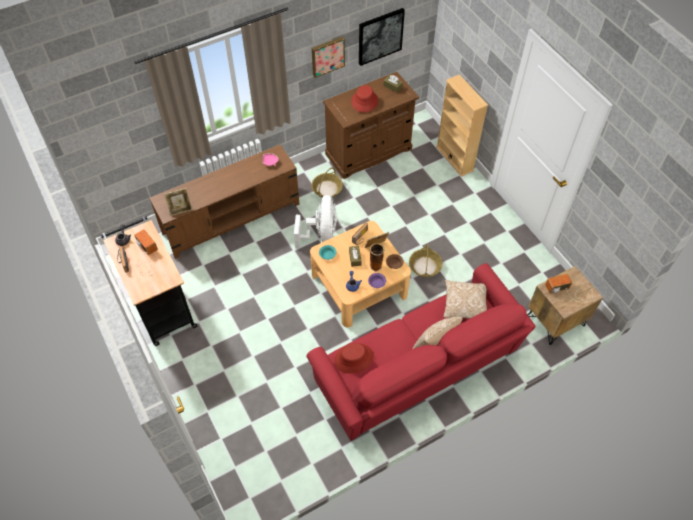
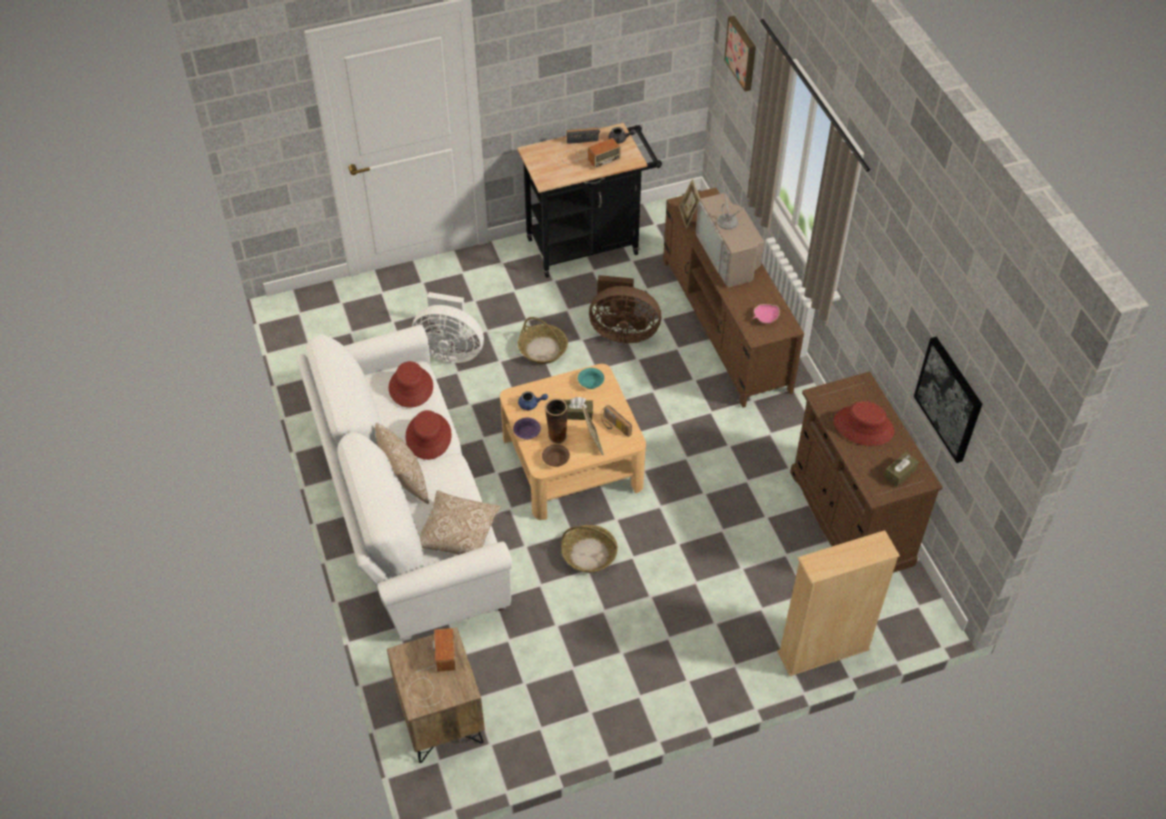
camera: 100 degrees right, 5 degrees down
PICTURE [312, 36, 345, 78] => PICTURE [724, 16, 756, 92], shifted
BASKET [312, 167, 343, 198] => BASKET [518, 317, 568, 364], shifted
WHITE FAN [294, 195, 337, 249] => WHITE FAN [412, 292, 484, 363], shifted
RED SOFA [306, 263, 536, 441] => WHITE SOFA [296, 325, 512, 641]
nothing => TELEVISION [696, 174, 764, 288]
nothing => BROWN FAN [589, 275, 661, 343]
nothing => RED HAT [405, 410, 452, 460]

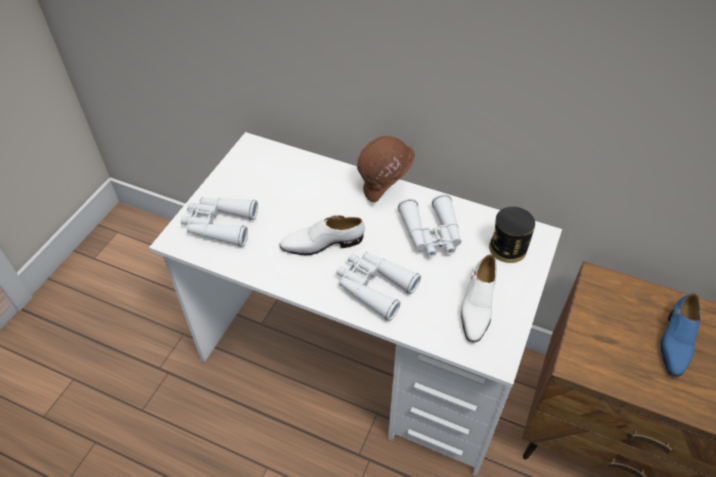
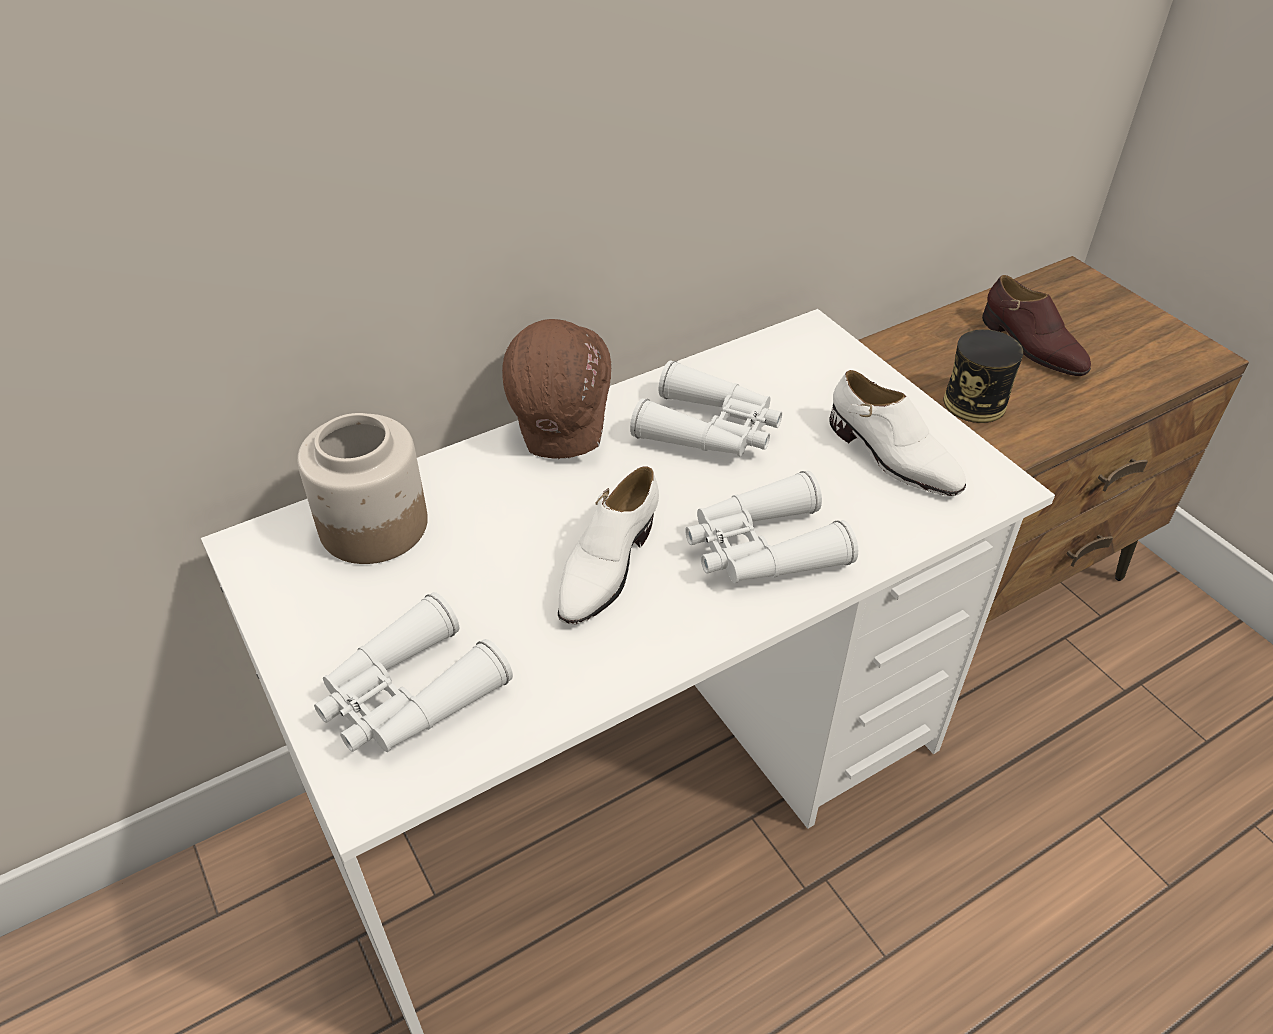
camera: 55 degrees left, 5 degrees down
CAN [489, 207, 535, 263] => CAN [944, 329, 1023, 423], shifted
BLUE SHOE [660, 293, 700, 377] => BROWN SHOE [982, 275, 1091, 376]
nothing => JAR [297, 413, 428, 564]

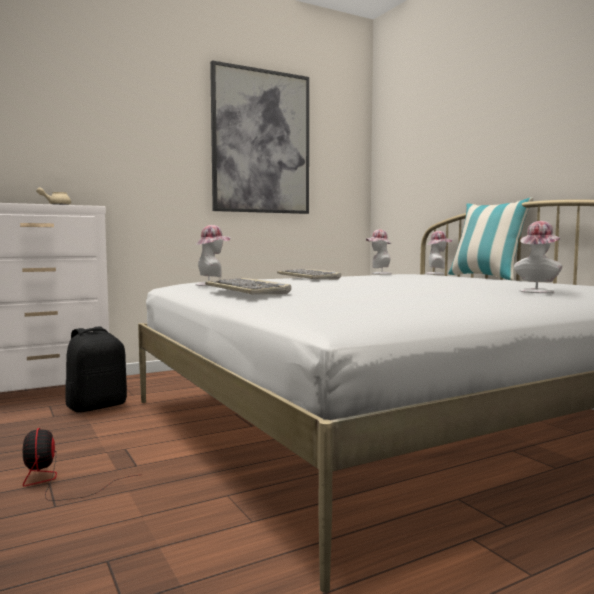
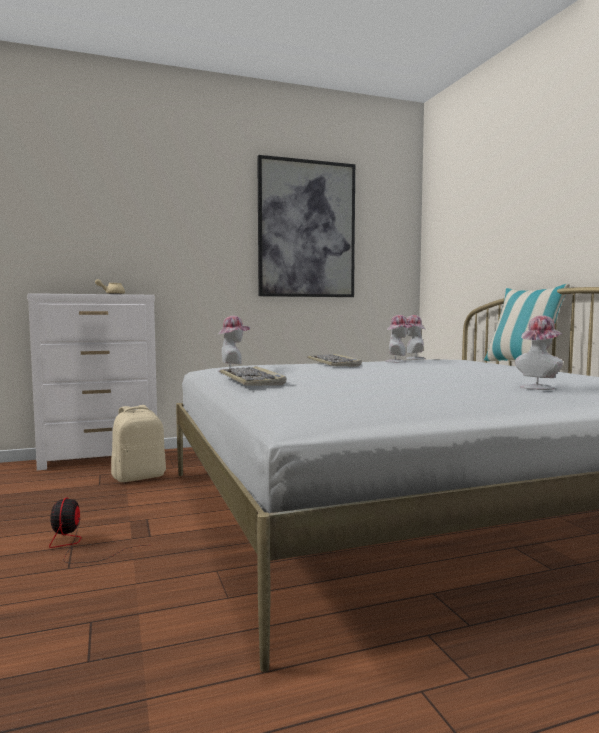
camera: 10 degrees right, 0 degrees up
HAT [425, 231, 453, 275] => HAT [385, 315, 414, 363], shifted
BLACK BACKPACK [65, 326, 127, 413] => BEIGE BACKPACK [111, 405, 166, 482]

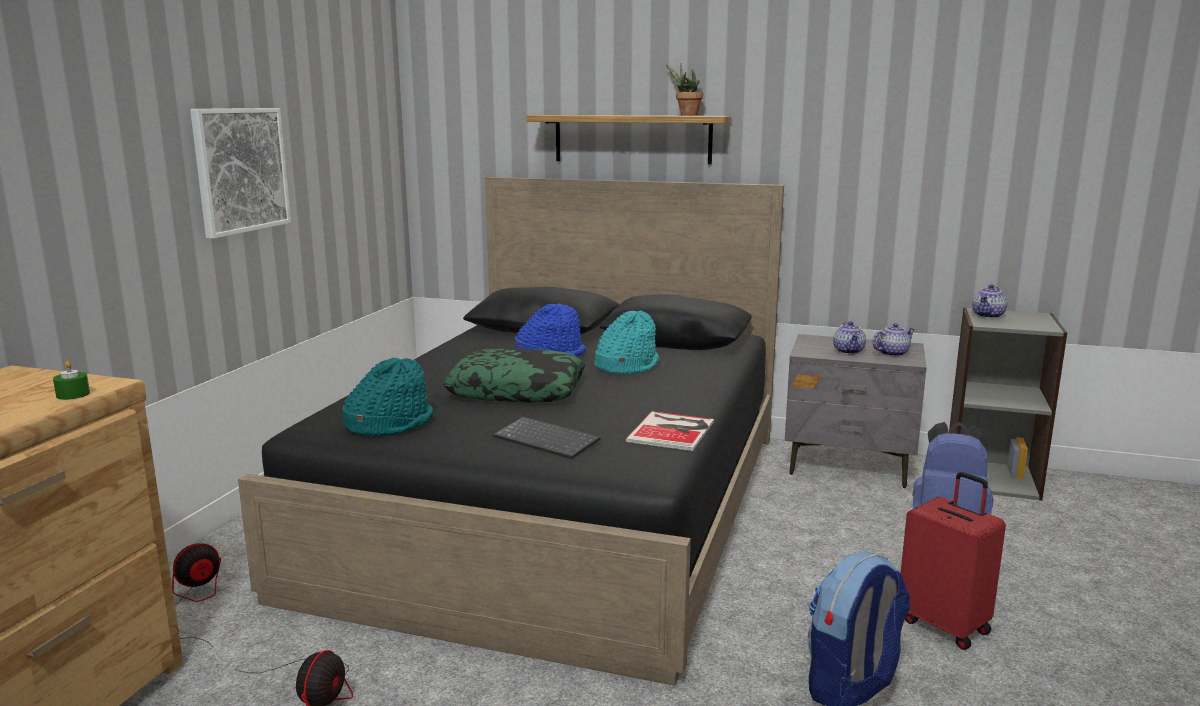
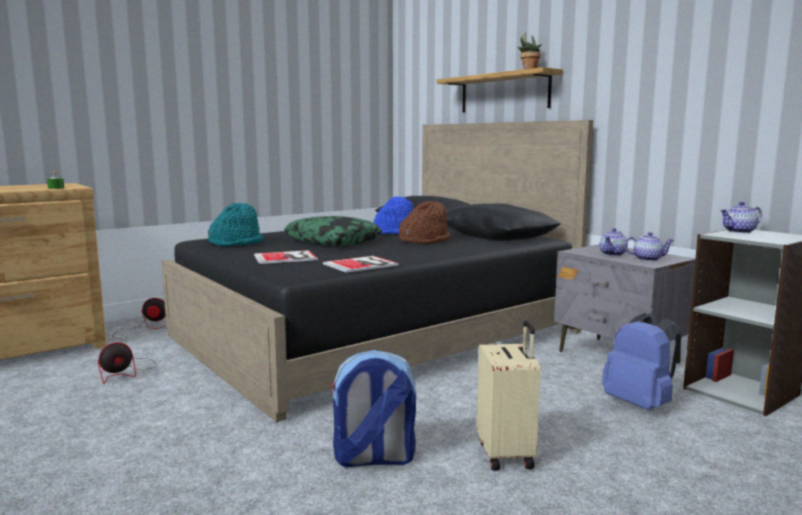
camera: 35 degrees right, 5 degrees down
PICTURE [190, 108, 291, 239] => nothing
TURQUOISE HAT [594, 311, 659, 374] => BROWN HAT [399, 201, 451, 244]
KEYBOARD [493, 417, 601, 459] => BOOK [254, 250, 318, 264]
RED SUITCASE [901, 472, 1006, 650] => BEIGE SUITCASE [477, 320, 541, 471]

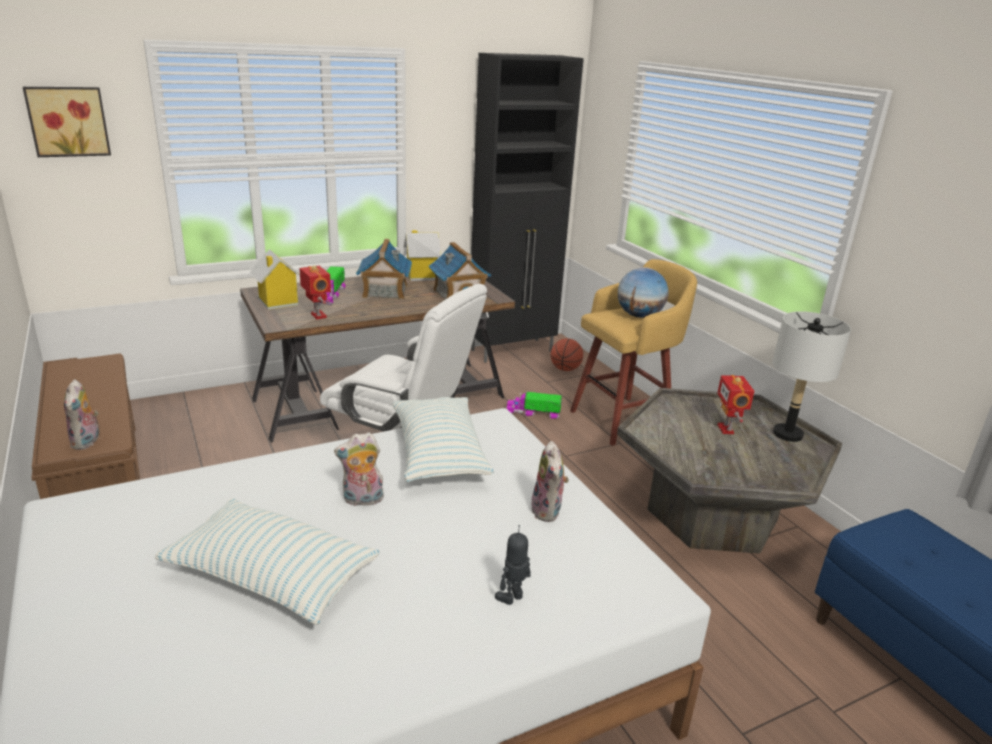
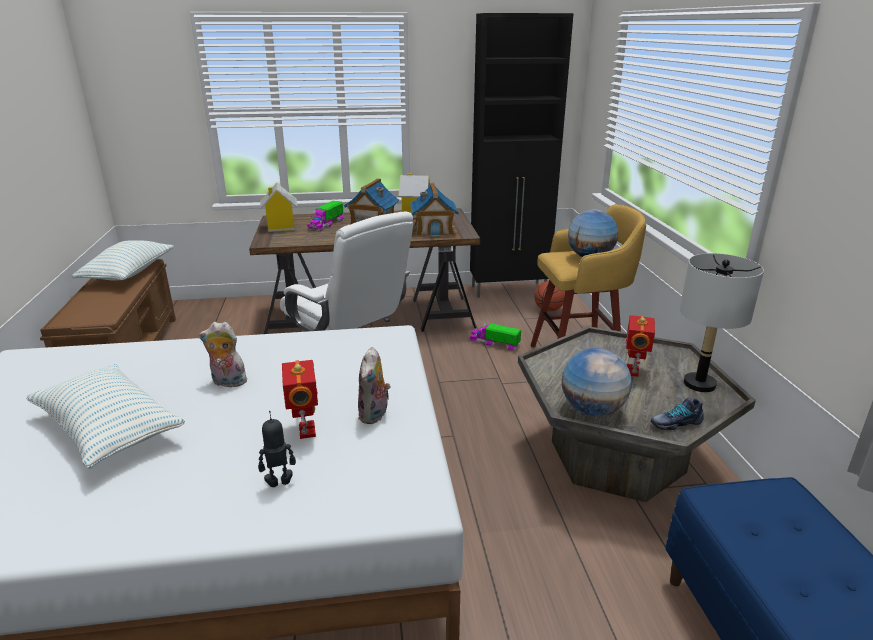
camera: 20 degrees right, 0 degrees up
PICTURE [23, 87, 111, 157] => nothing
TOY ROBOT [299, 265, 331, 319] => TOY ROBOT [282, 360, 318, 439], shifted
PLUSH TOY [64, 379, 99, 450] => nothing
PILLOW [392, 397, 494, 482] => PILLOW [72, 240, 174, 281], shifted
nothing => GLOBE [562, 348, 631, 416]
nothing => SHOE [651, 398, 704, 430]

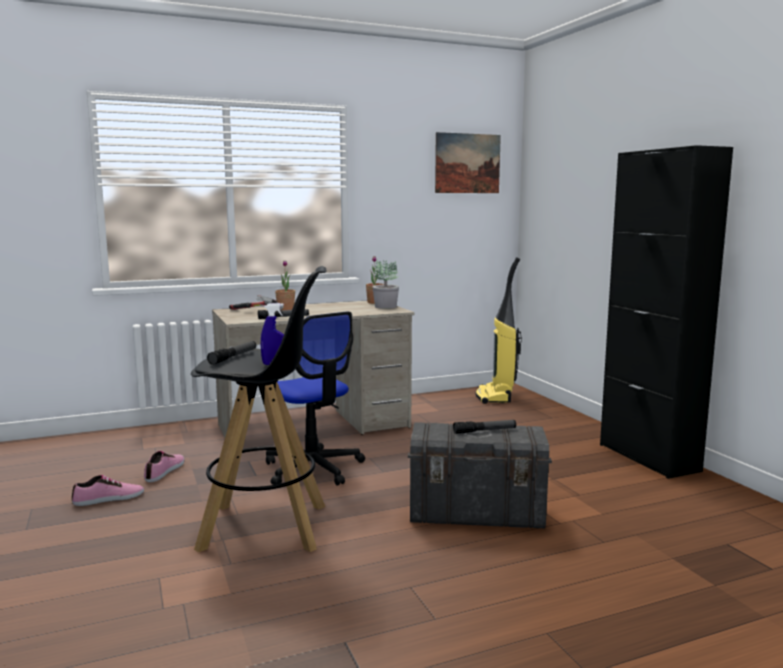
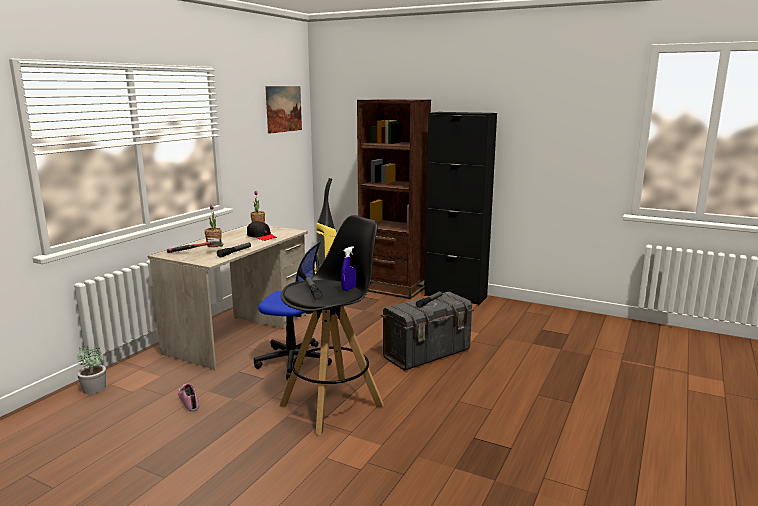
camera: 40 degrees left, 5 degrees up
POTTED PLANT [372, 260, 399, 309] => POTTED PLANT [77, 346, 106, 394], shifted
SHOE [72, 475, 144, 506] => nothing
nothing => BROWN BOOKCASE [357, 99, 431, 299]
nothing => BLACK CAP [247, 221, 277, 241]

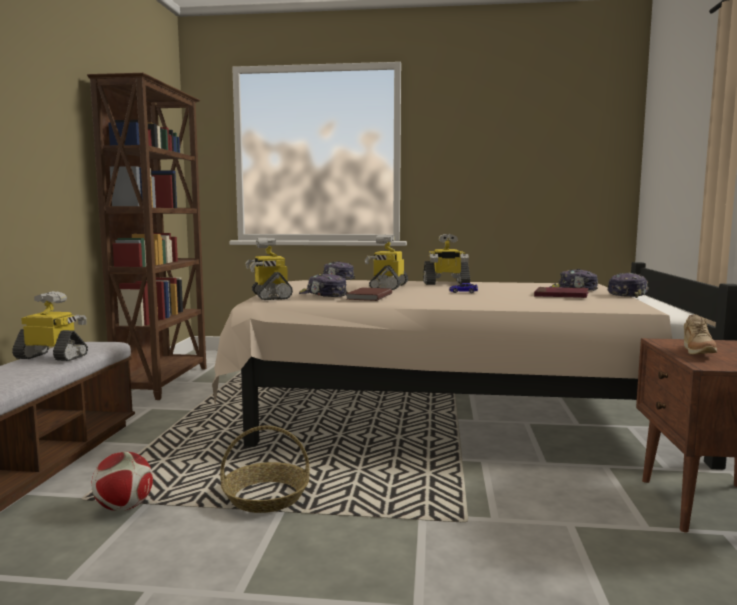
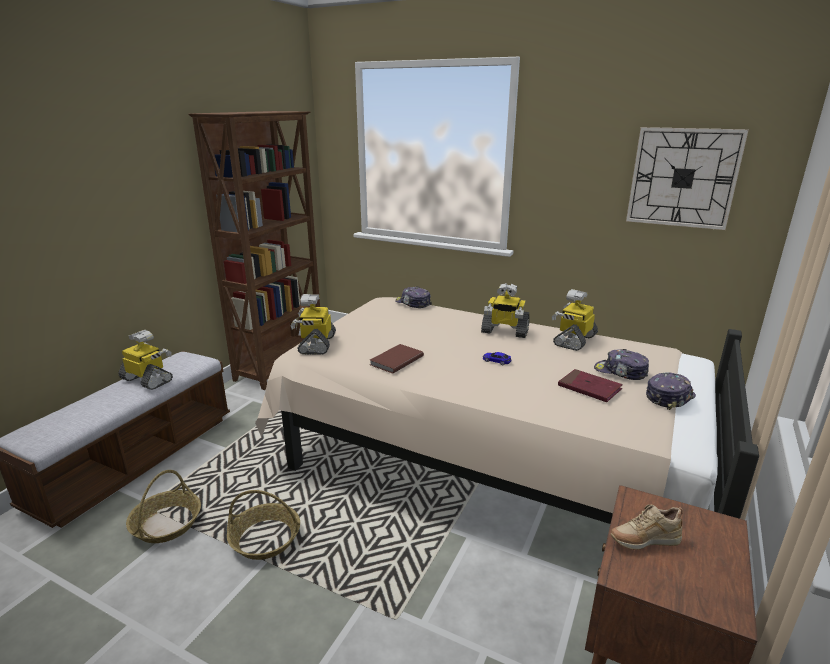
camera: 20 degrees right, 15 degrees up
TOY ROBOT [364, 235, 408, 290] => TOY ROBOT [552, 289, 598, 351], shifted
CAP [299, 273, 349, 297] => nothing
BEIGE SHOE [684, 315, 717, 355] => BEIGE SHOE [611, 504, 683, 550], 45 degrees clockwise
FOOTBALL [91, 452, 153, 511] => BASKET [126, 470, 201, 543]
nothing => WALL CLOCK [626, 127, 748, 230]

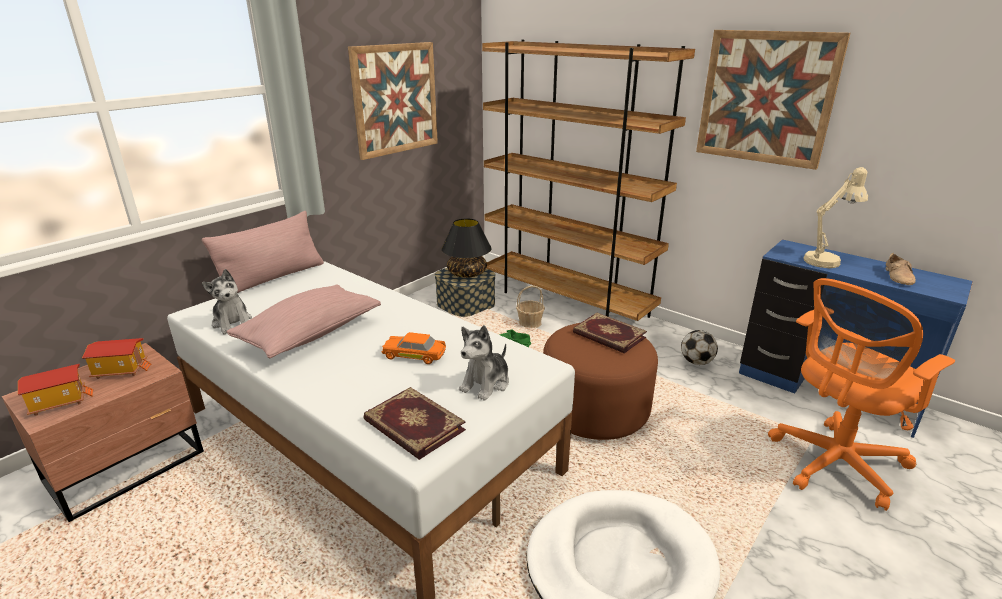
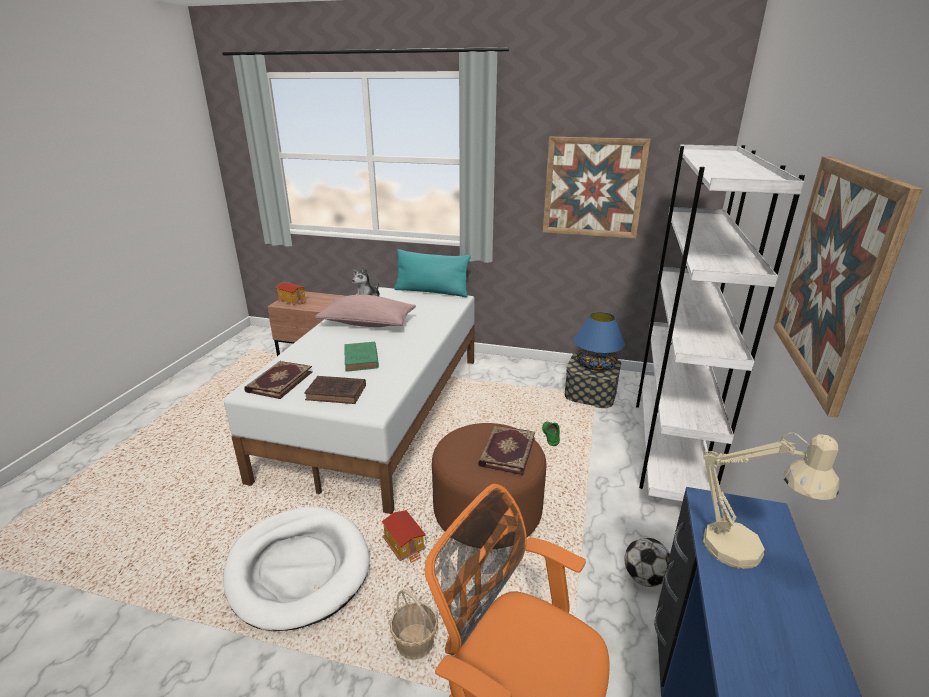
camera: 65 degrees right, 0 degrees up
BROWN BOOKCASE [482, 40, 695, 321] => WHITE BOOKCASE [636, 145, 805, 502]
PINK PILLOW [202, 211, 324, 293] => TURQUOISE PILLOW [394, 249, 471, 297]
BLACK TABLE LAMP [441, 218, 492, 278] => BLUE TABLE LAMP [574, 312, 625, 371]
BEIGE SHOE [885, 253, 916, 285] => nothing
BASKET [516, 285, 545, 328] => BASKET [390, 589, 438, 660], shifted
PLUSH TOY [459, 325, 509, 401] => BROWN BOOK [304, 376, 366, 404]
ORANGE TOY CAR [382, 332, 446, 364] => GREEN BOOK [344, 342, 379, 372]
TOY HOUSE [82, 338, 152, 379] => TOY HOUSE [382, 510, 426, 563], shifted

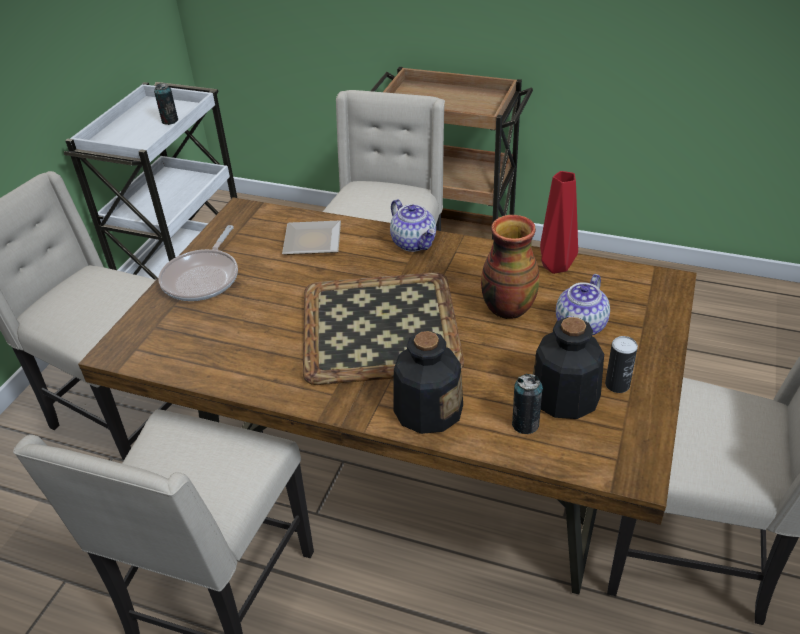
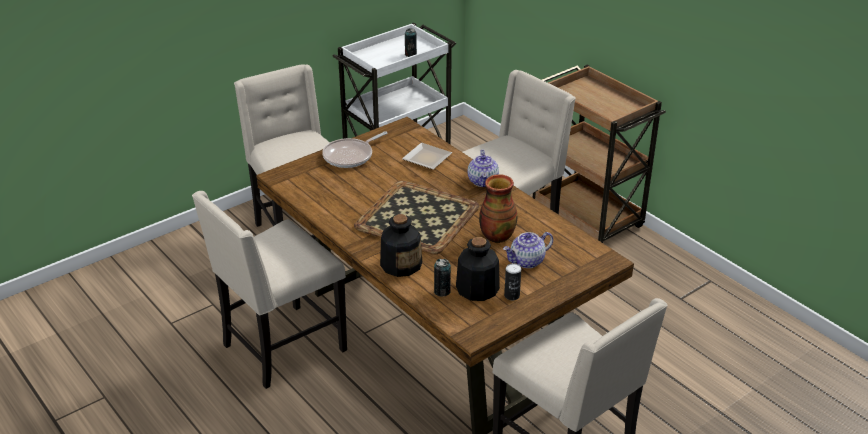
camera: 30 degrees right, 5 degrees down
RED VASE [540, 171, 578, 274] => nothing

